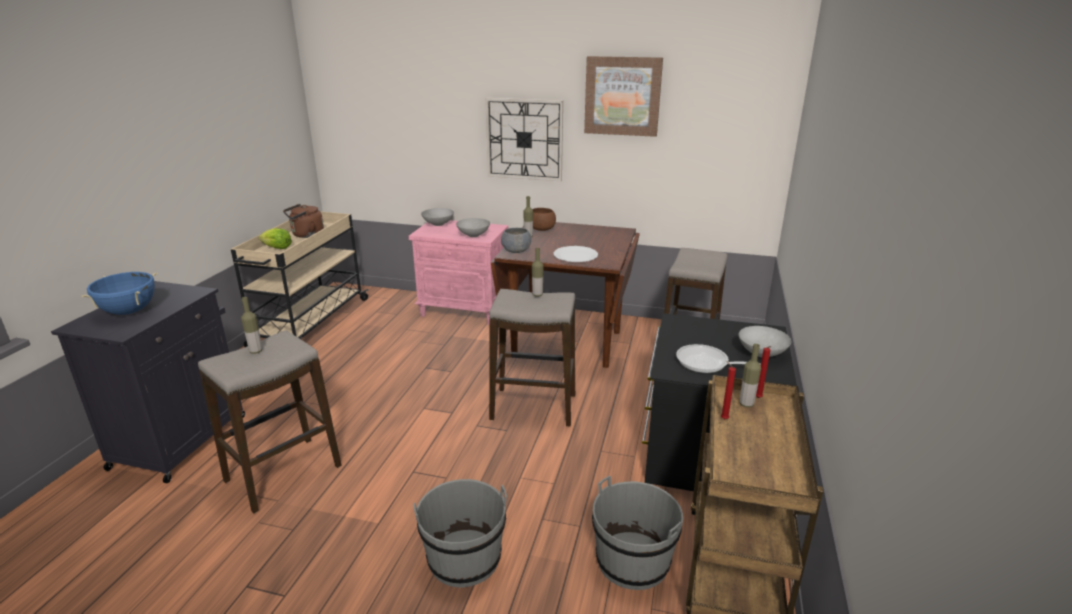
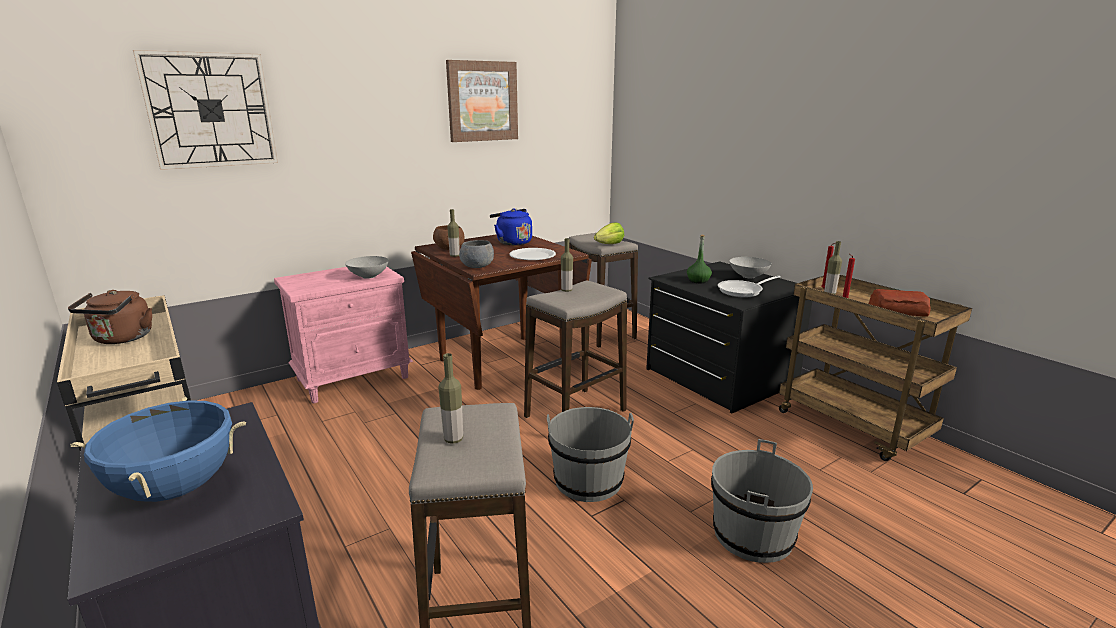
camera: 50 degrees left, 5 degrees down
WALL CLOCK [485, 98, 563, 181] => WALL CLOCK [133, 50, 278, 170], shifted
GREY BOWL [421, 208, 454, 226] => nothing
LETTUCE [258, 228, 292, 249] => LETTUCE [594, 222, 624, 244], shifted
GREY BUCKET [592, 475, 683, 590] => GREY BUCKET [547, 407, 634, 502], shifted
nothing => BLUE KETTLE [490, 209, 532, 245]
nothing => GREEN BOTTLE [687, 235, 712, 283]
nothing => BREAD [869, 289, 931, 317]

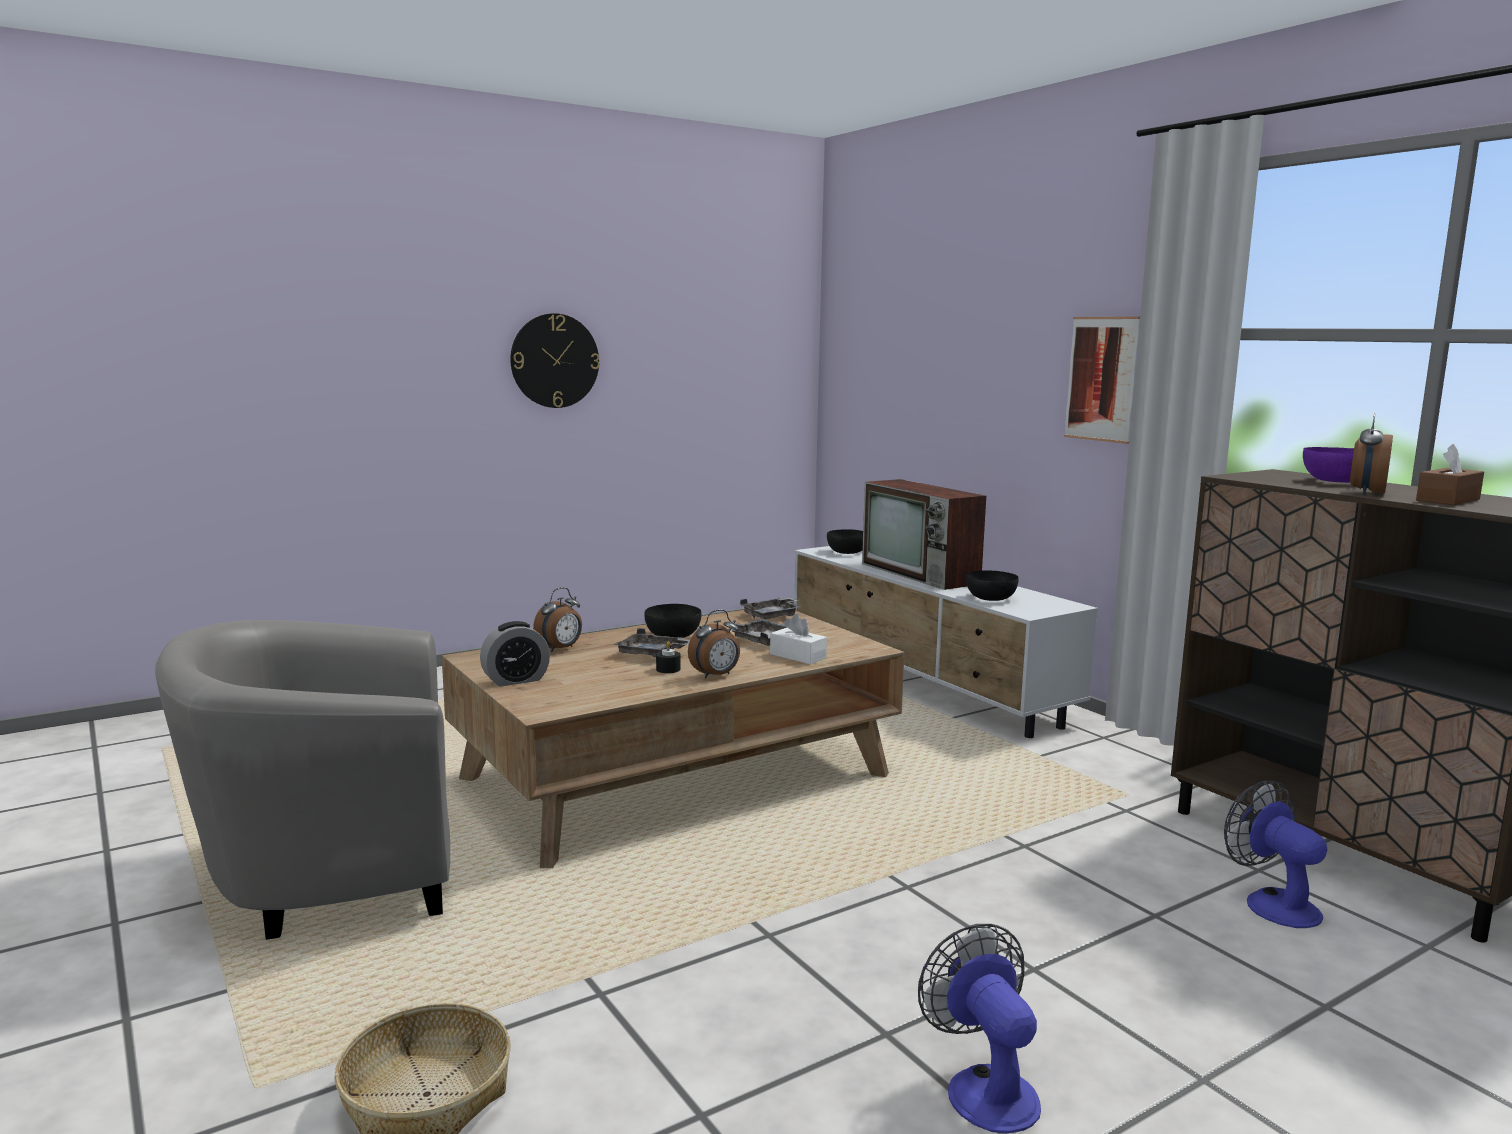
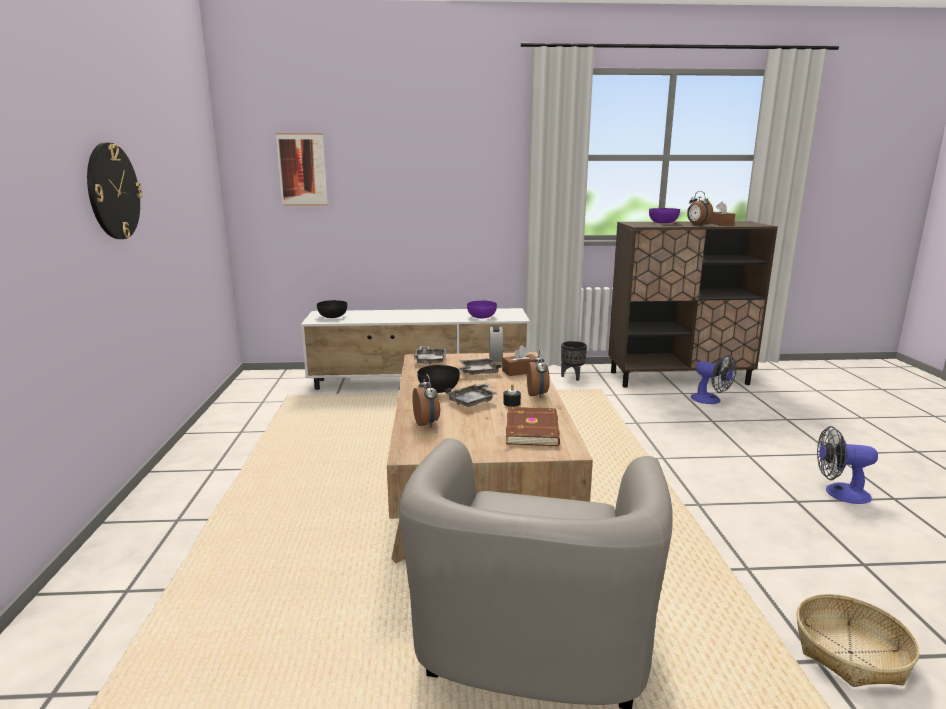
camera: 60 degrees left, 5 degrees up
PICTURE [1064, 316, 1140, 444] => PICTURE [276, 133, 328, 206], shifted
TELEVISION [862, 479, 986, 590] => nothing
BLACK BOWL [966, 570, 1019, 601] => PURPLE BOWL [467, 301, 497, 318]
WHITE TISSUE BOX [770, 614, 827, 664] => BROWN TISSUE BOX [502, 345, 538, 376]
ALARM CLOCK [480, 621, 550, 687] => ALARM CLOCK [489, 325, 503, 362], shifted
FAN [1224, 781, 1328, 928] => FAN [691, 355, 737, 404], 135 degrees counterclockwise
nothing => BLACK PLANTER [561, 341, 587, 381]
nothing => BROWN BOOK [506, 407, 560, 446]

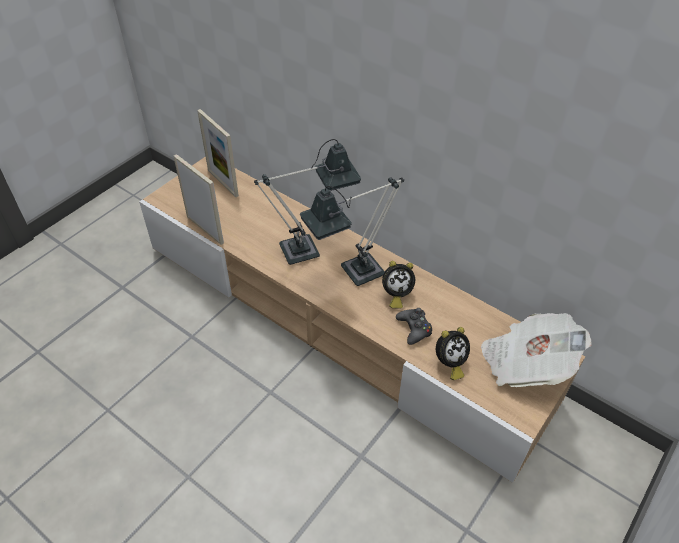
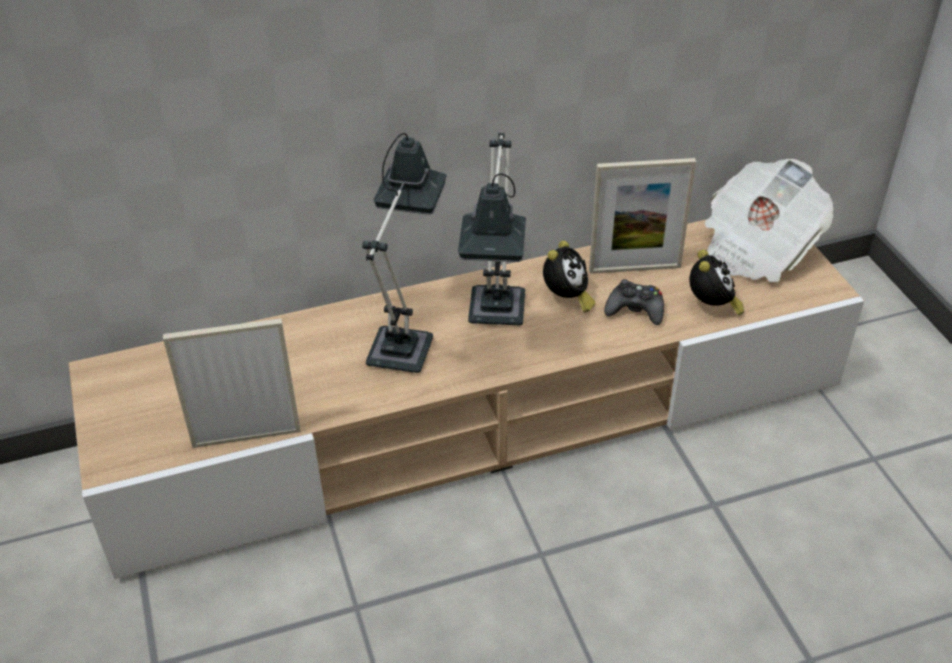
camera: 55 degrees left, 5 degrees down
PICTURE FRAME [197, 109, 239, 197] => PICTURE FRAME [589, 158, 696, 274], shifted

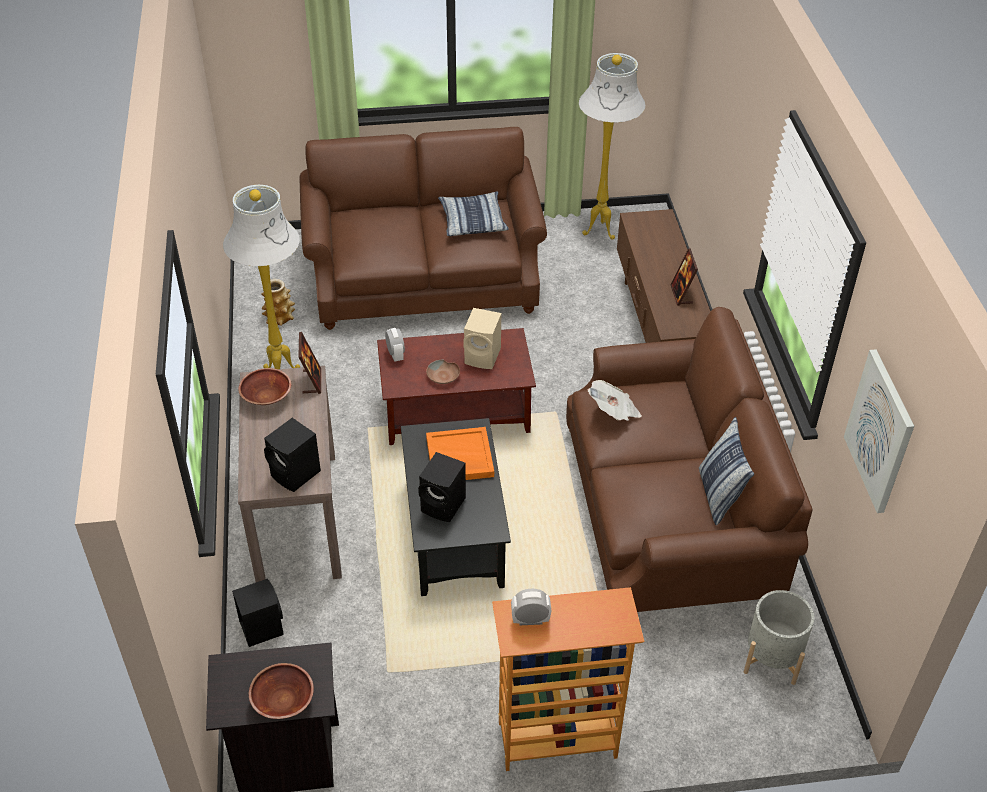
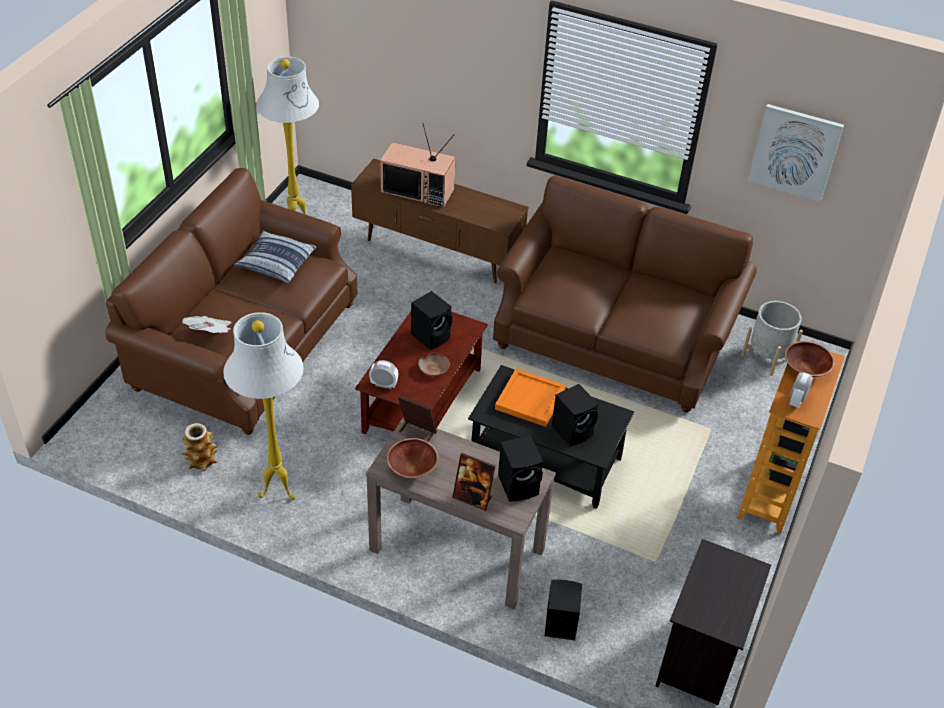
camera: 60 degrees left, 0 degrees up
PICTURE FRAME [670, 248, 698, 306] => PICTURE FRAME [452, 453, 496, 511], shifted
BEIGE SPEAKER [463, 308, 501, 369] => BLACK SPEAKER [411, 291, 453, 350]
NEWSPAPER [587, 380, 642, 421] => NEWSPAPER [182, 316, 231, 333], shifted
PILLOW [699, 417, 754, 525] => nothing
BROWN BOWL [249, 663, 314, 719] => BROWN BOWL [785, 341, 835, 377], shifted
nothing => TELEVISION [380, 123, 456, 208]

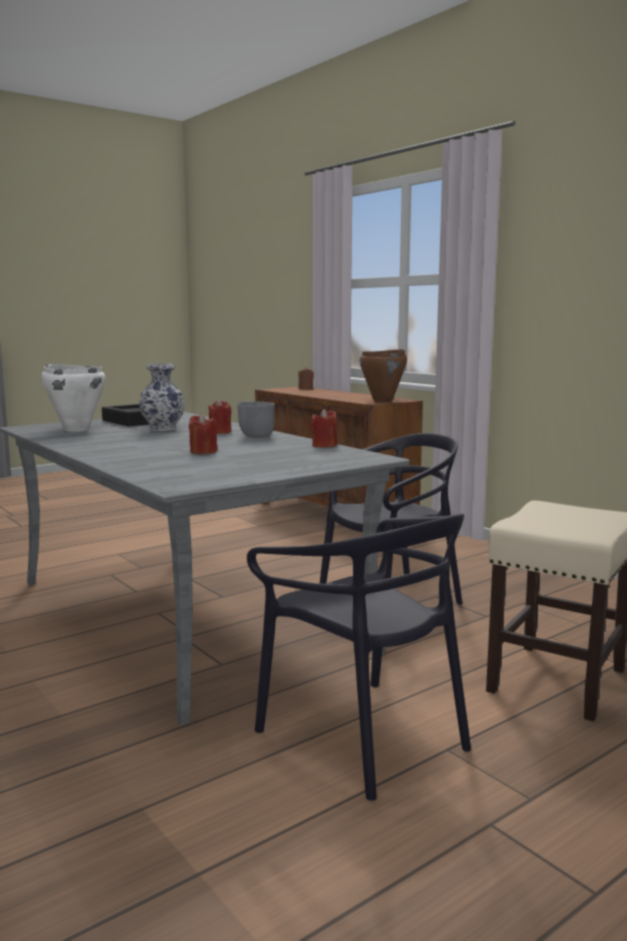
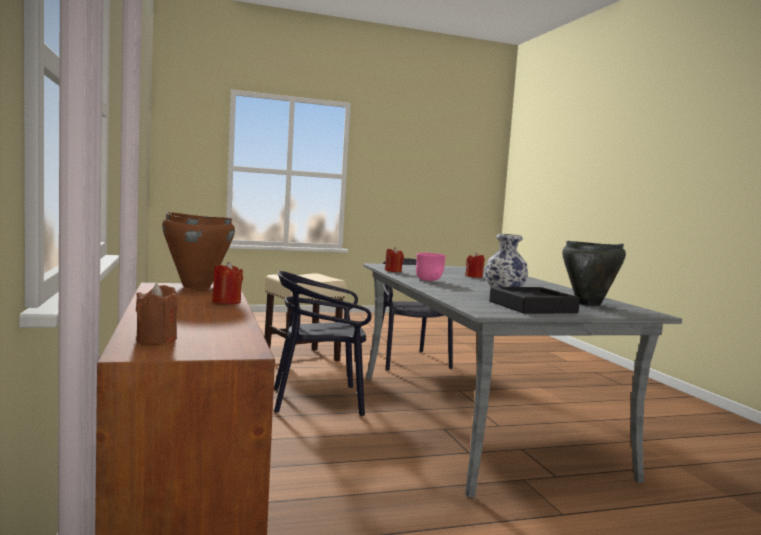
camera: 160 degrees left, 5 degrees down
WHITE COOKING POT [41, 364, 105, 431] => BLACK COOKING POT [562, 241, 626, 306]
RED CANDLE [208, 399, 232, 434] => RED CANDLE [212, 261, 243, 304], shifted
GREY BOWL [237, 401, 275, 438] => PINK BOWL [416, 252, 446, 281]

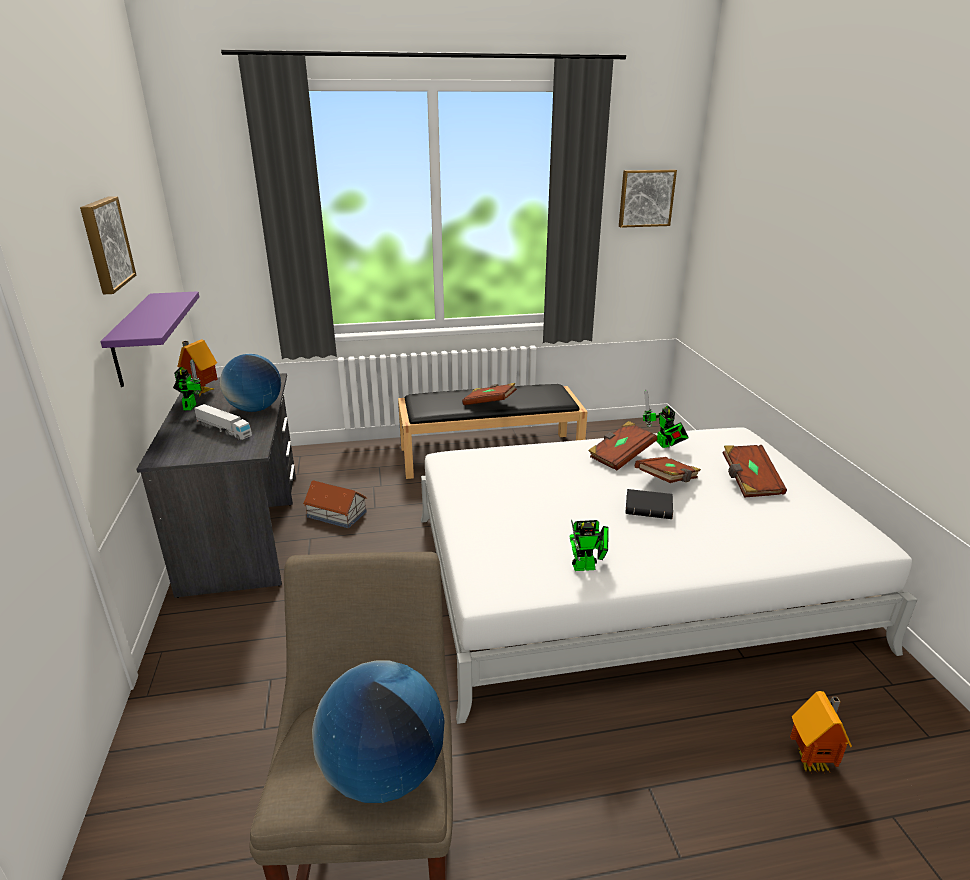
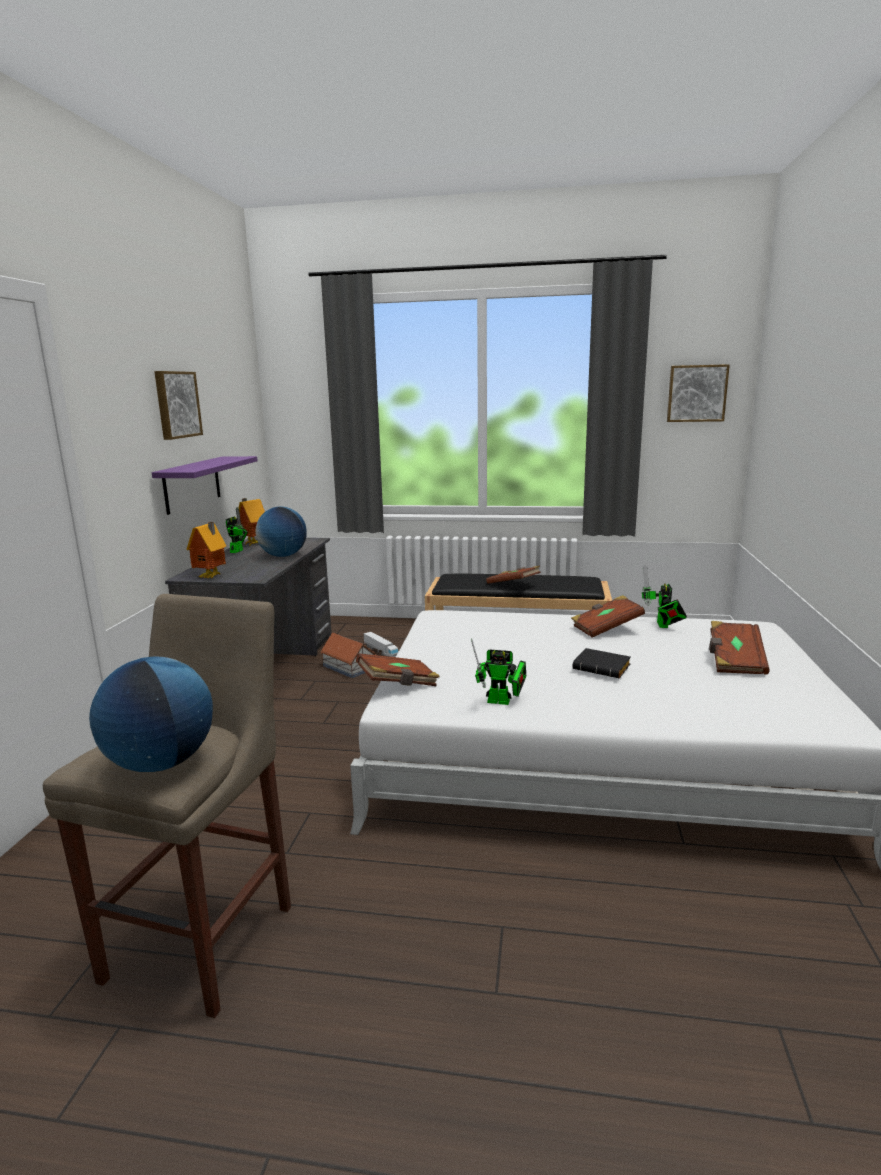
camera: 20 degrees right, 10 degrees down
TOY TRUCK [194, 404, 252, 440] => TOY TRUCK [363, 632, 399, 657], shifted
BROWN BOOK [635, 457, 701, 483] => BROWN BOOK [356, 653, 440, 686], shifted
TOY HOUSE [790, 691, 852, 774] => TOY HOUSE [186, 522, 226, 578], shifted

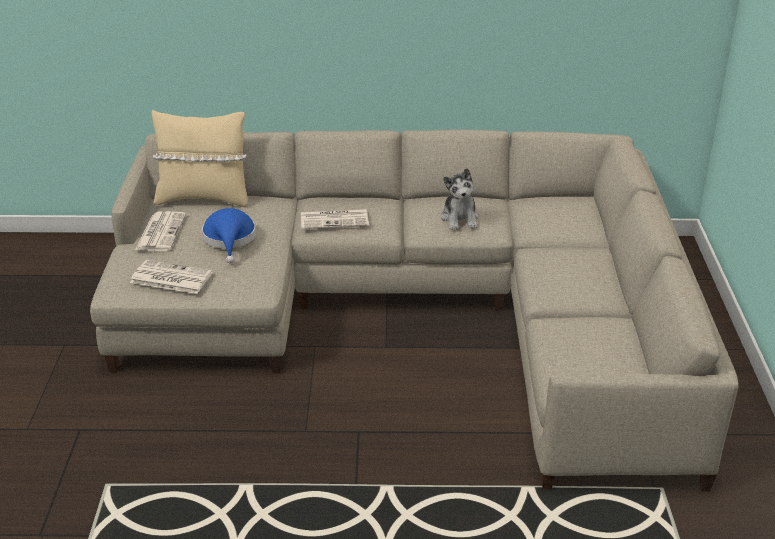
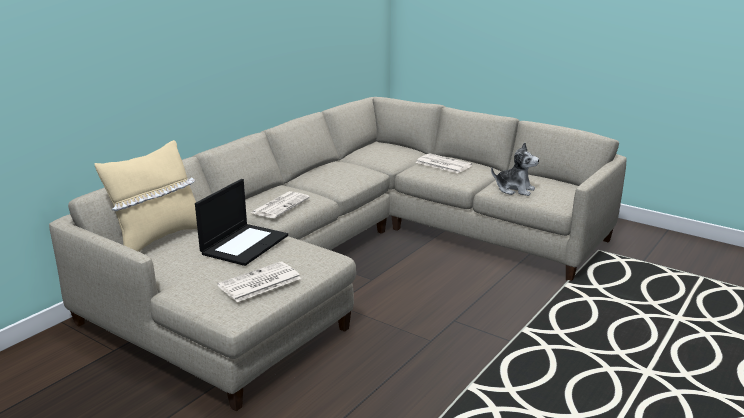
camera: 55 degrees left, 10 degrees down
PLUSH TOY [441, 168, 479, 230] => PLUSH TOY [491, 142, 539, 196], shifted
BLUE HAT [202, 208, 256, 263] => LAPTOP [195, 179, 288, 266]
NEWSPAPER [135, 211, 186, 251] => NEWSPAPER [416, 153, 473, 173], shifted

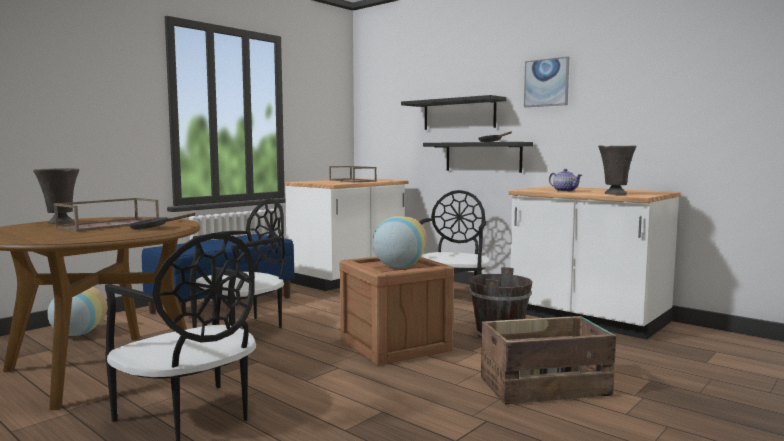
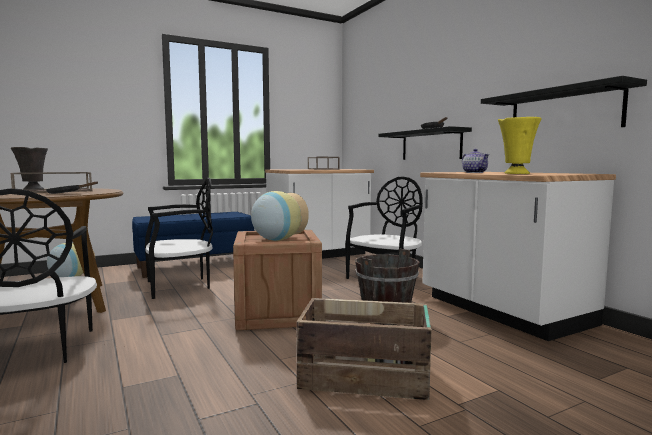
camera: 20 degrees right, 0 degrees up
PICTURE [524, 56, 569, 107] => nothing
BLACK SHELF [401, 95, 506, 130] => BLACK SHELF [481, 76, 647, 127], shifted
GREY VASE [598, 145, 637, 195] => YELLOW VASE [498, 117, 542, 174]

